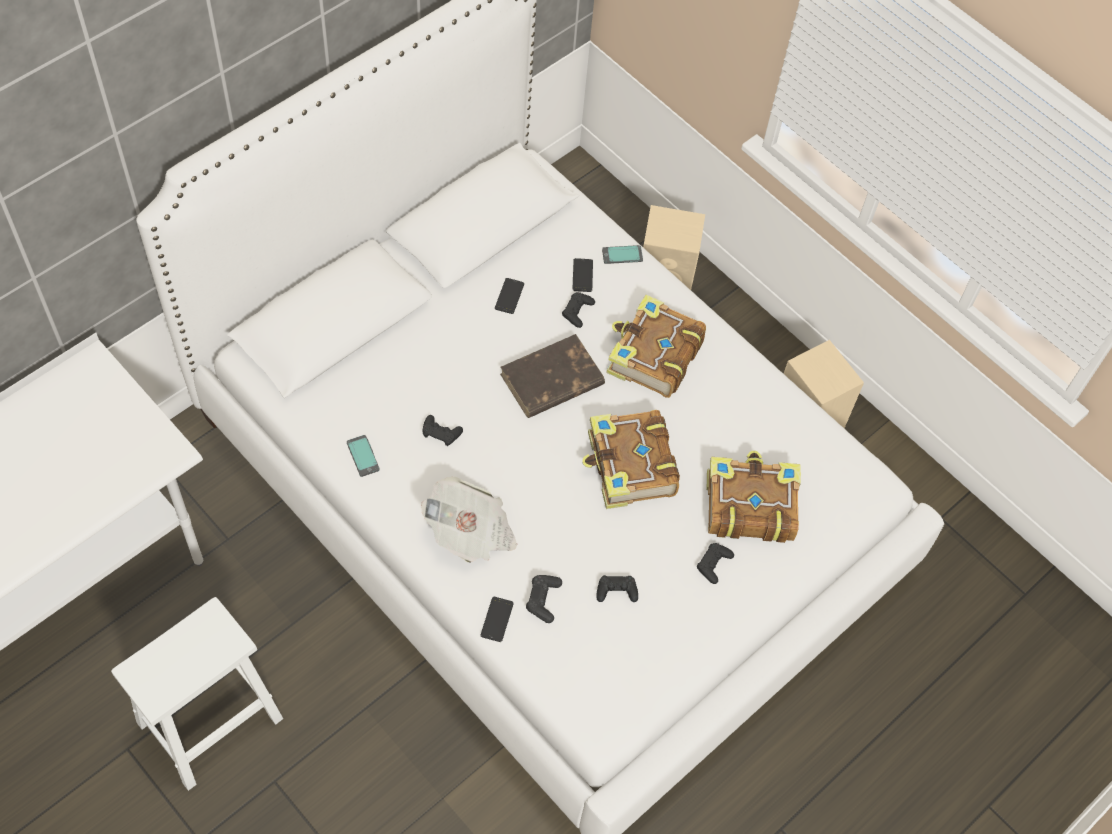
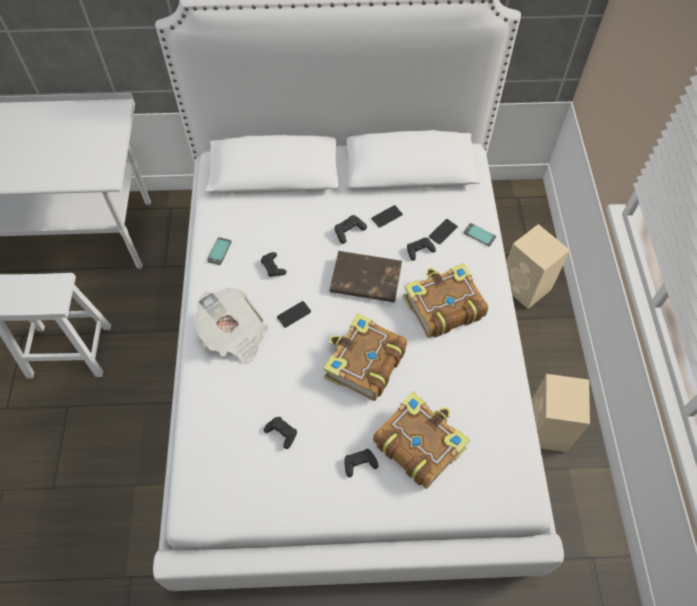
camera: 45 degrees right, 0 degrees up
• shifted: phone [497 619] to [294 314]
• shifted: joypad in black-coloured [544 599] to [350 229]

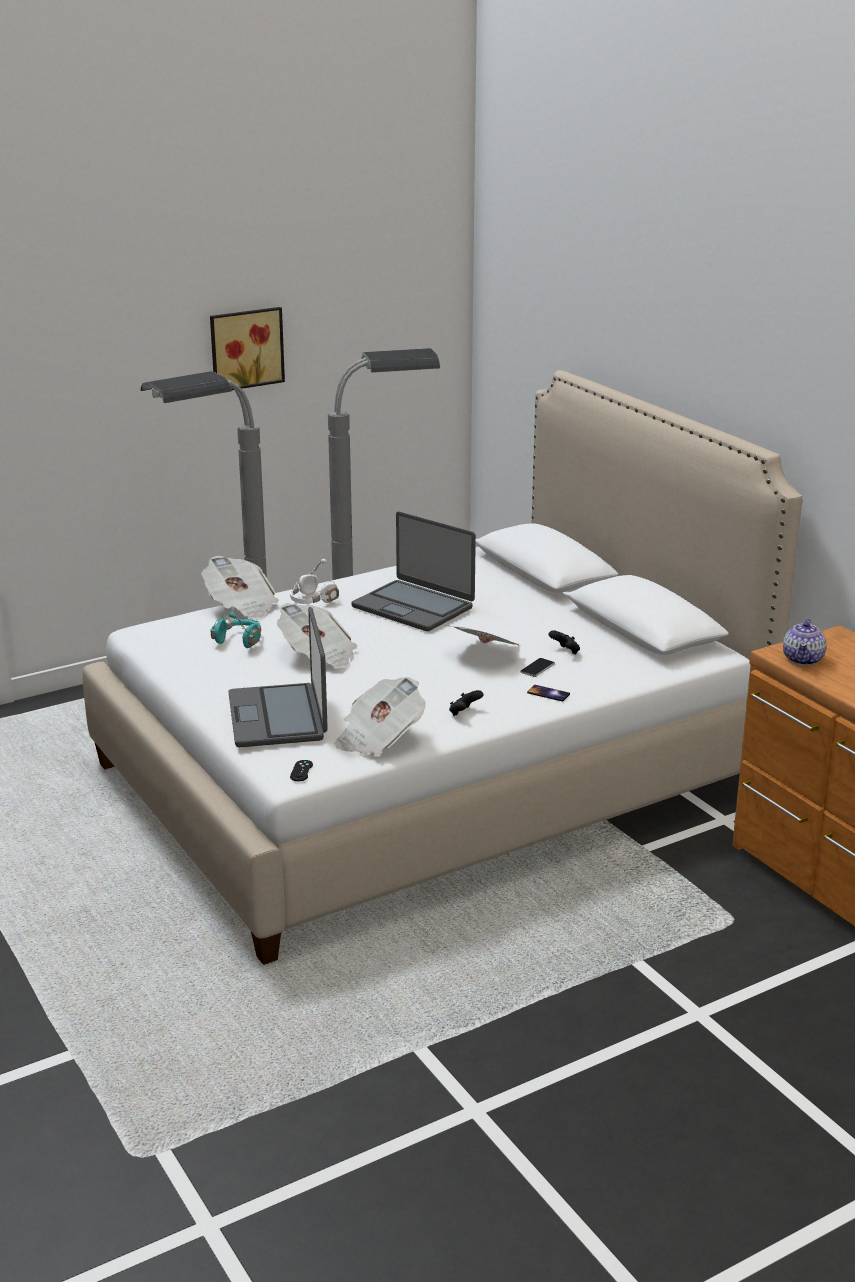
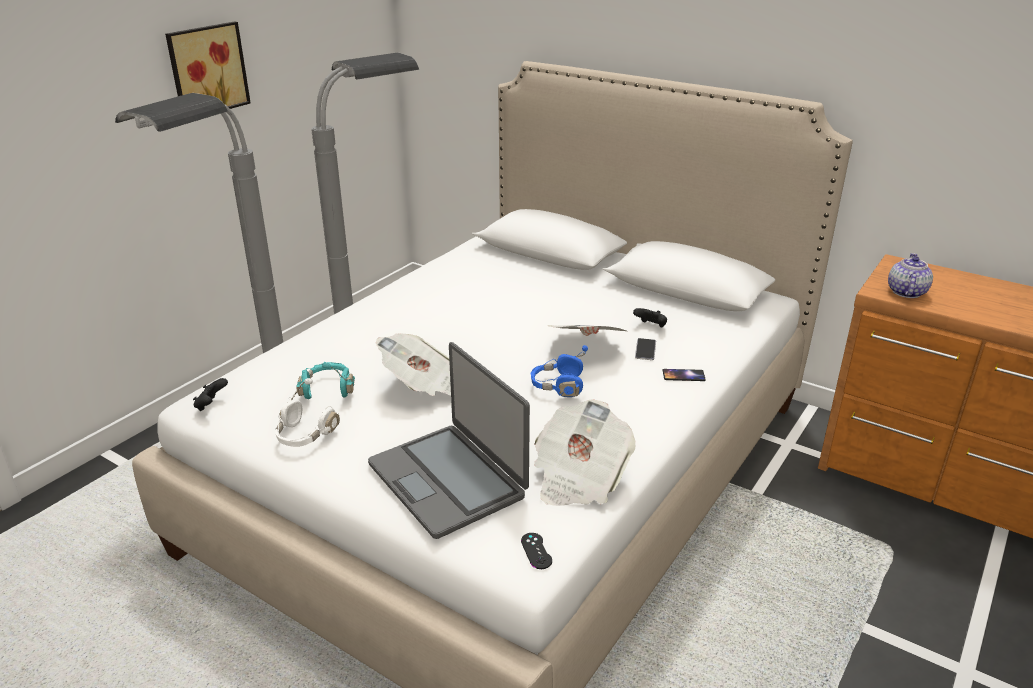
camera: 25 degrees left, 5 degrees up
• shifted: joypad in black-coloured [466 703] to [210 394]
• shifted: pair of headphones in white-coloured [314 581] to [307 412]
• new: pair of headphones in bluish [559 371]
• rotated: teapot [804 642] = [910 275] 150 degrees counterclockwise
• gone: newspaper [240 588]
• gone: notebook computer [413 572]

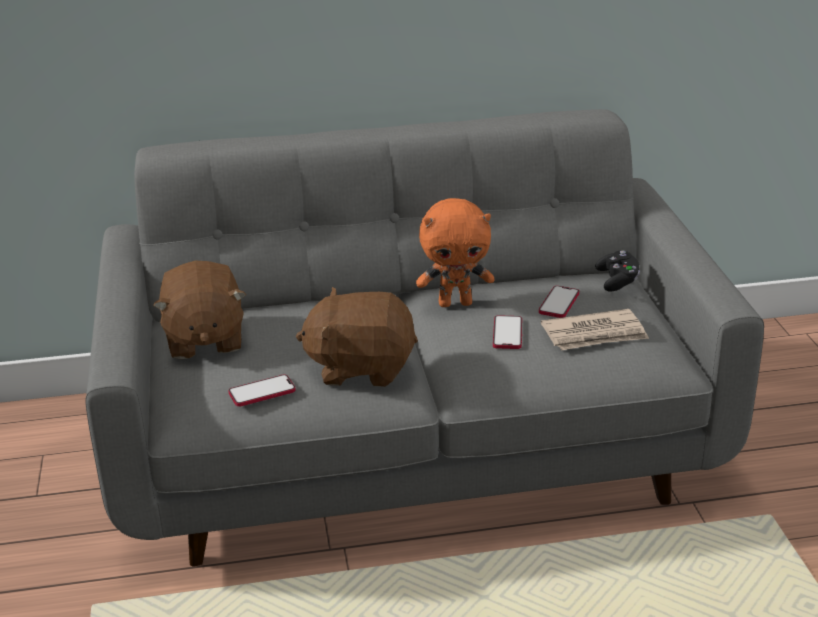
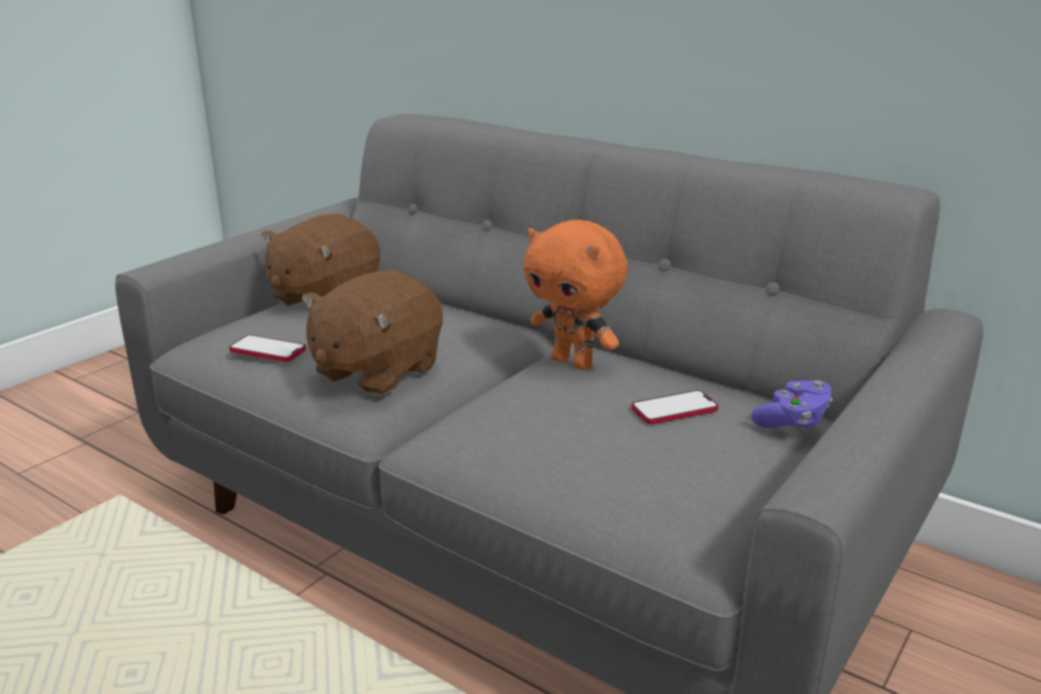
camera: 45 degrees right, 5 degrees down
• rotated: soft toy in brown [357 337] = [372 333] 105 degrees counterclockwise
• repainted: joypad in black-coloured [617 271] to joypad in purple [792 404]
• gone: phone [507 332]
• gone: newspaper [595 329]

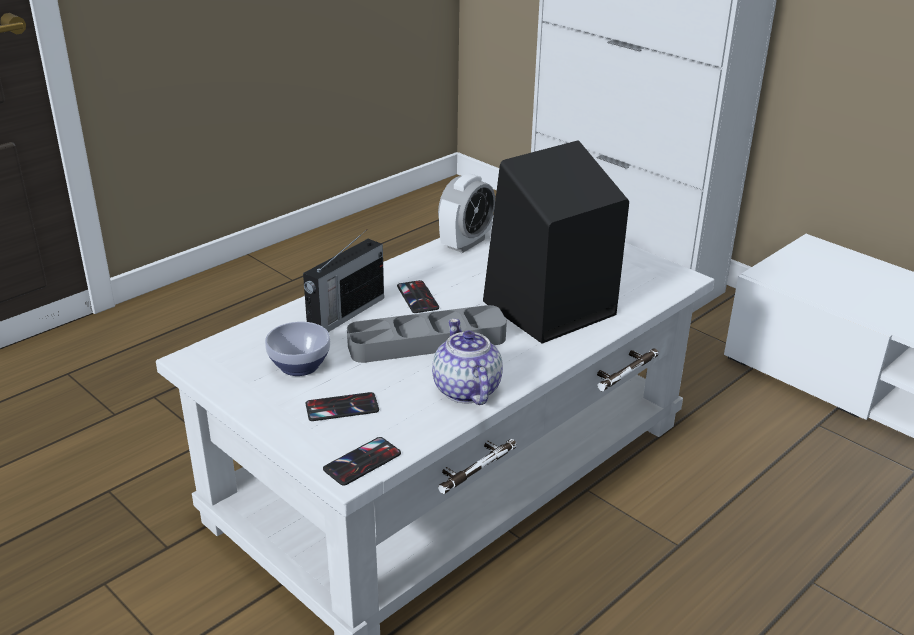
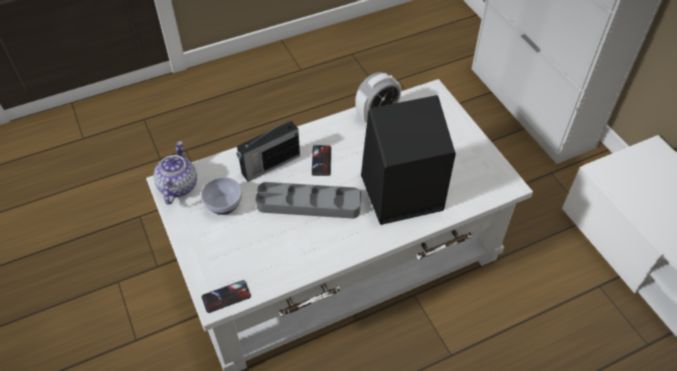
camera: 20 degrees right, 20 degrees up
• shifted: teapot [467 362] to [175 172]
• gone: phone [342 406]

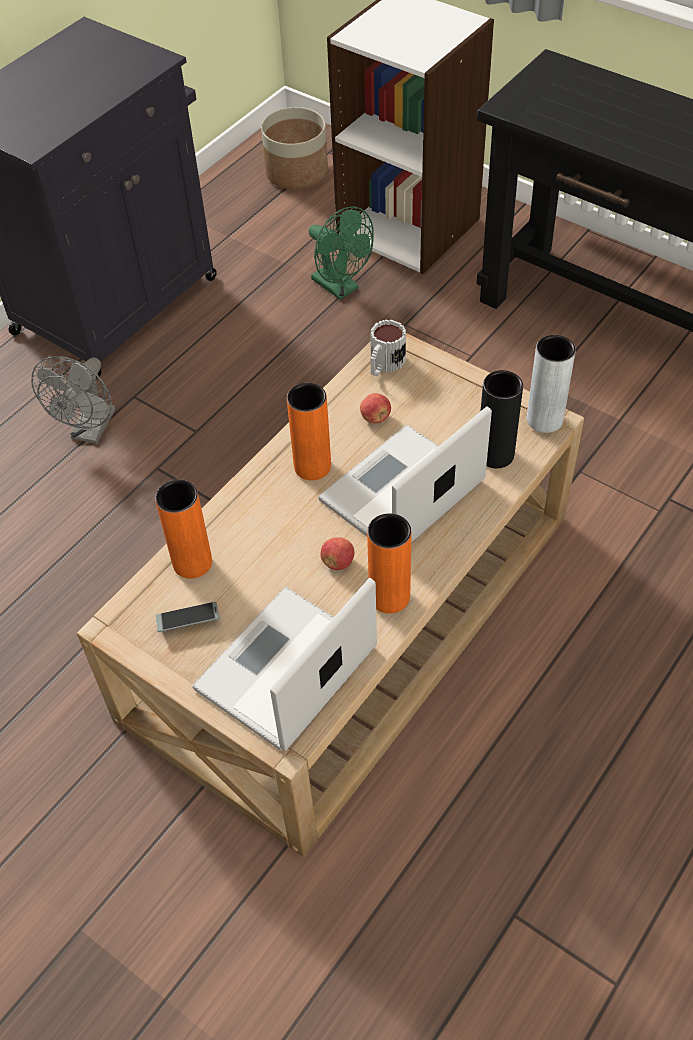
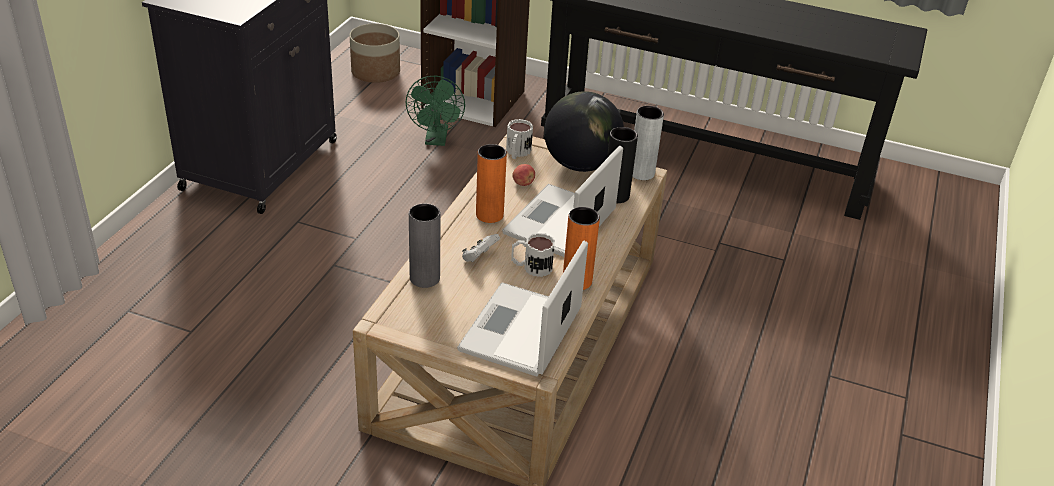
camera: 20 degrees left, 15 degrees down
• rotated: fan in greenish [341 253] = [435 111] 60 degrees clockwise
• repainted: flower vase in orange-coloured [183 529] to flower vase in grey [425 246]
• new: joypad in white-coloured [481 248]
• swapped: apple [337 554] to tea mug [533 255]
• new: desk globe [584 131]
• gone: fan in grey [73 400]
• gone: phone [188 617]

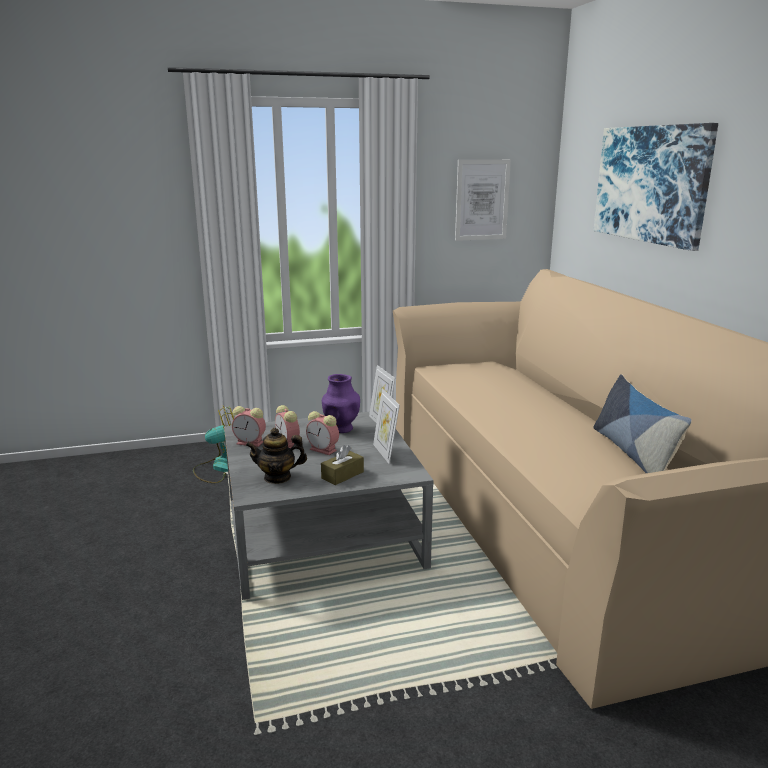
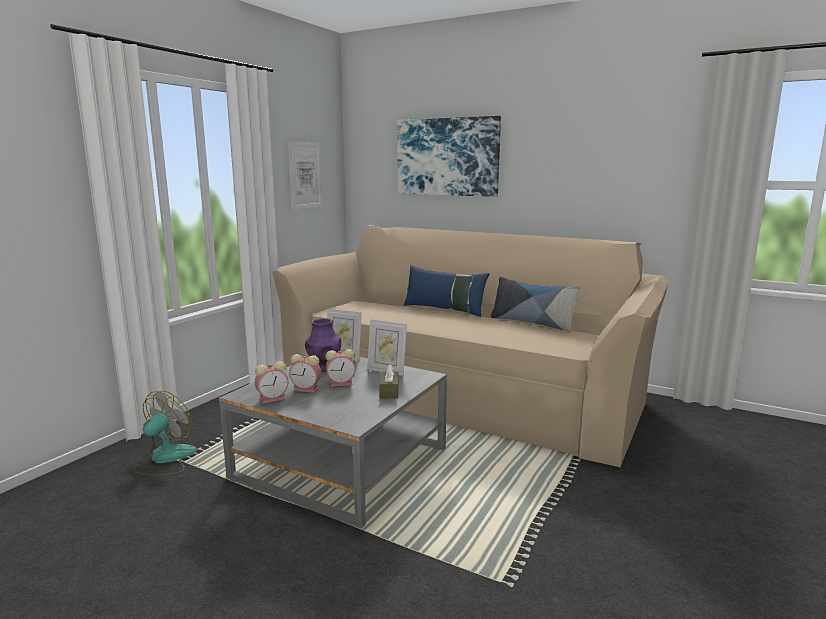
camera: 45 degrees left, 5 degrees down
• new: throw pillow in bluish [446 291]
• gone: teapot [276 456]

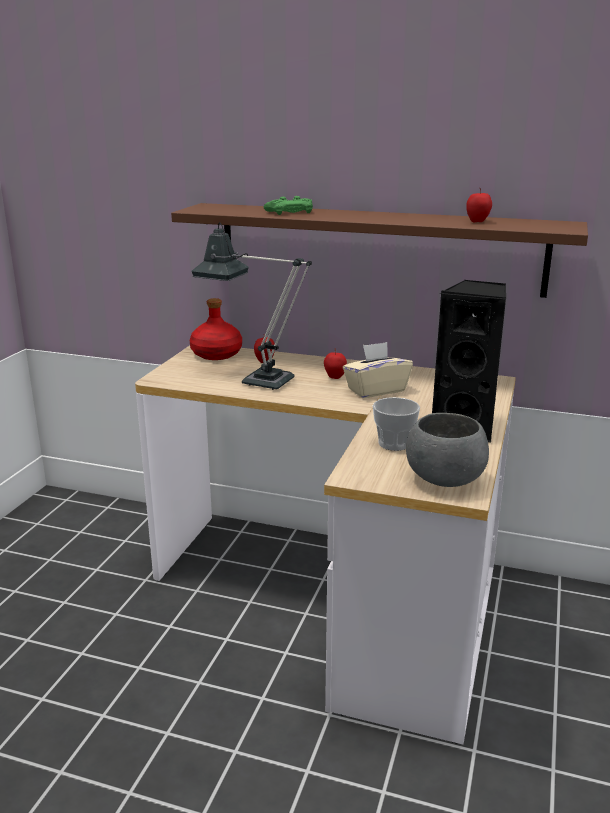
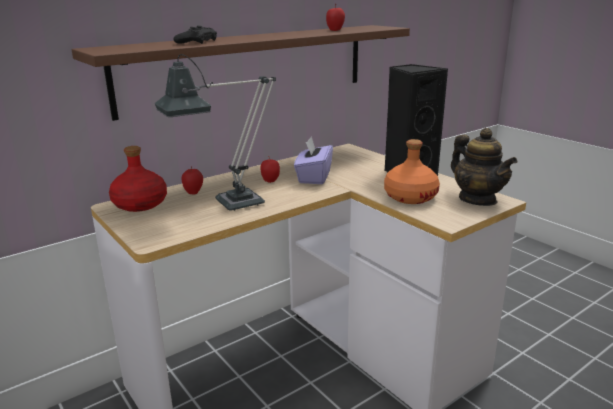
camera: 55 degrees left, 0 degrees up
• repainted: joypad in greenish [288 205] to joypad in black-coloured [195 35]
• repainted: box of tissues in beige [378 370] to box of tissues in purple [313 160]
• swapped: cup [396 424] to beverage bottle in orange-coloured [412 171]
• swapped: bowl in grey [447 450] to teapot [484 167]

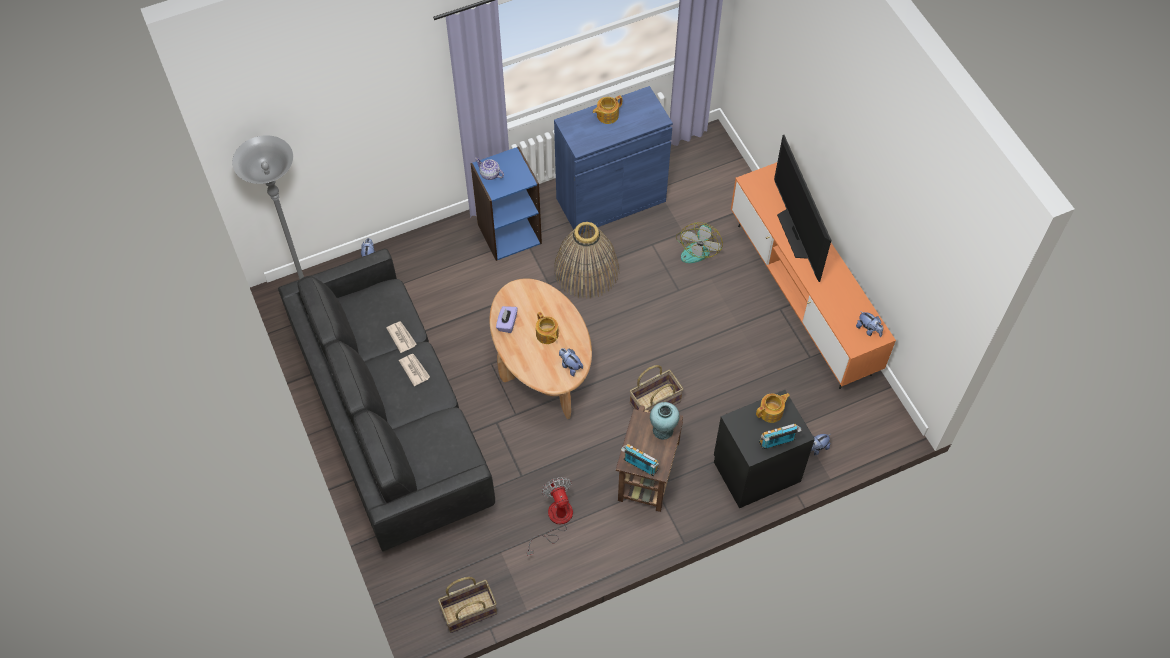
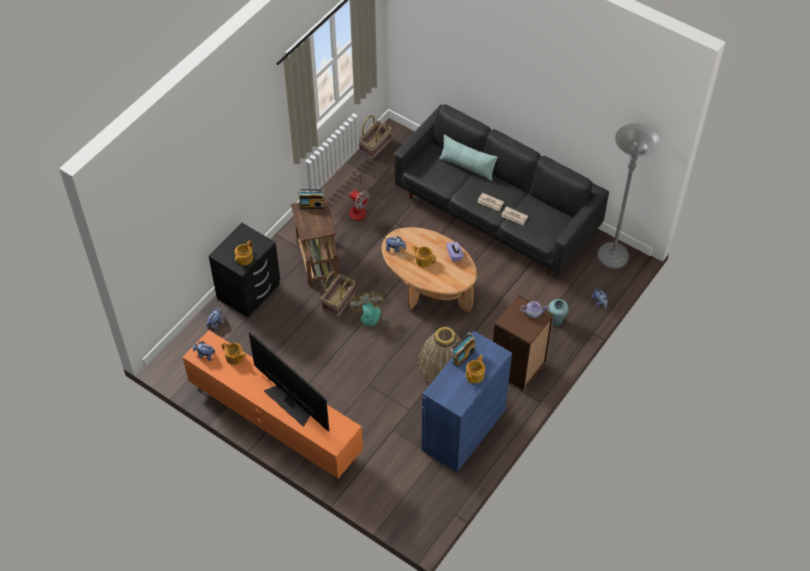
camera: 150 degrees right, 5 degrees down
• new: teapot [234 353]
• shifted: fan [699 242] to [371 314]
• new: throw pillow [468 157]
• shifted: radio [780 436] to [463 349]
• repainted: bookshelf in bluish [506 203] to bookshelf in brown [523 343]
• shifted: flower vase in turquoise-coloured [665 421] to [558 312]

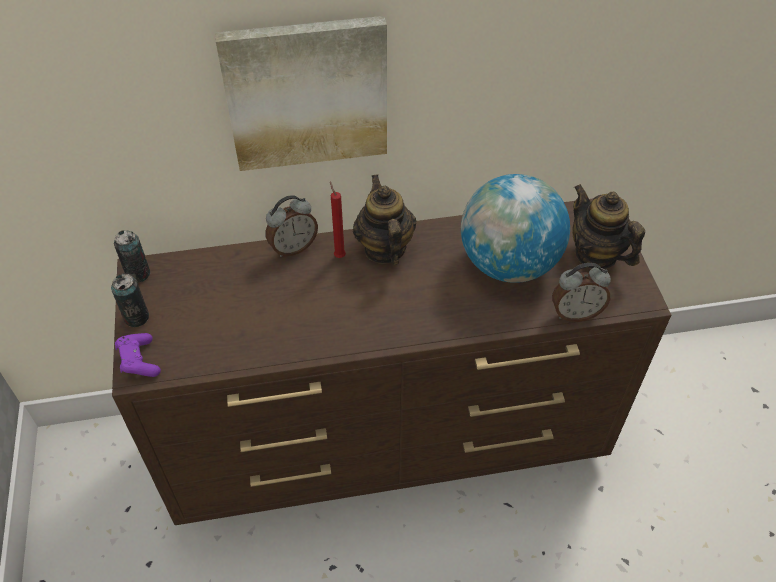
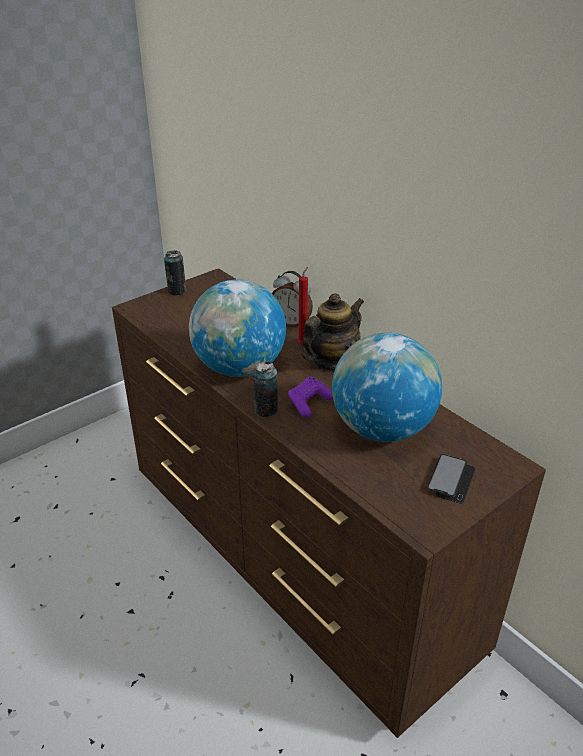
camera: 60 degrees right, 15 degrees down
• new: desk globe [237 328]
• shifted: can [132 256] to [265 389]
• shifted: joypad in purple [138 355] to [310 397]
• swapped: teapot [608 226] to phone [451 478]
• gone: picture [301 93]
• gone: alarm clock [581 292]

